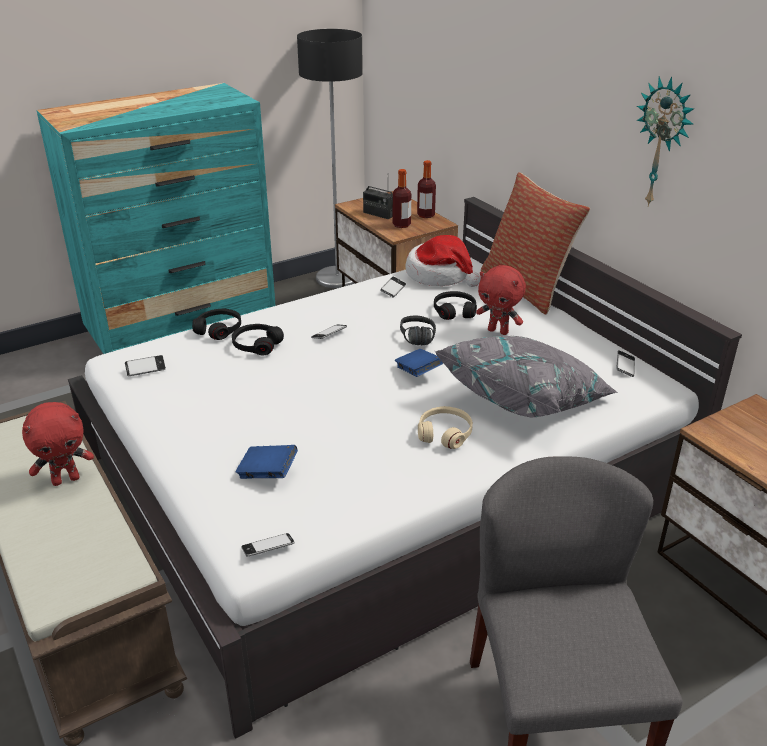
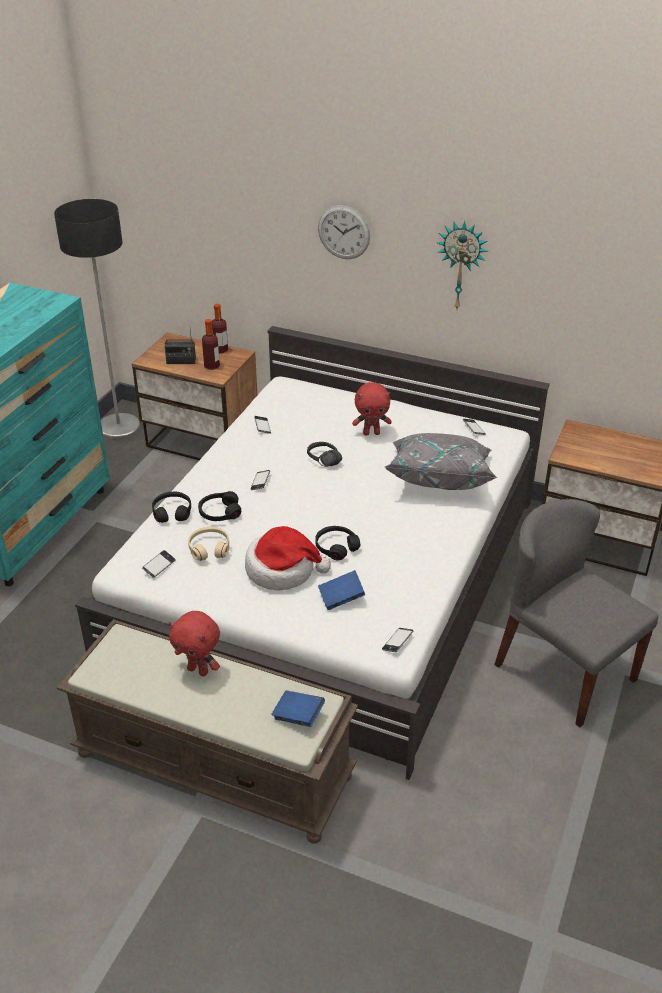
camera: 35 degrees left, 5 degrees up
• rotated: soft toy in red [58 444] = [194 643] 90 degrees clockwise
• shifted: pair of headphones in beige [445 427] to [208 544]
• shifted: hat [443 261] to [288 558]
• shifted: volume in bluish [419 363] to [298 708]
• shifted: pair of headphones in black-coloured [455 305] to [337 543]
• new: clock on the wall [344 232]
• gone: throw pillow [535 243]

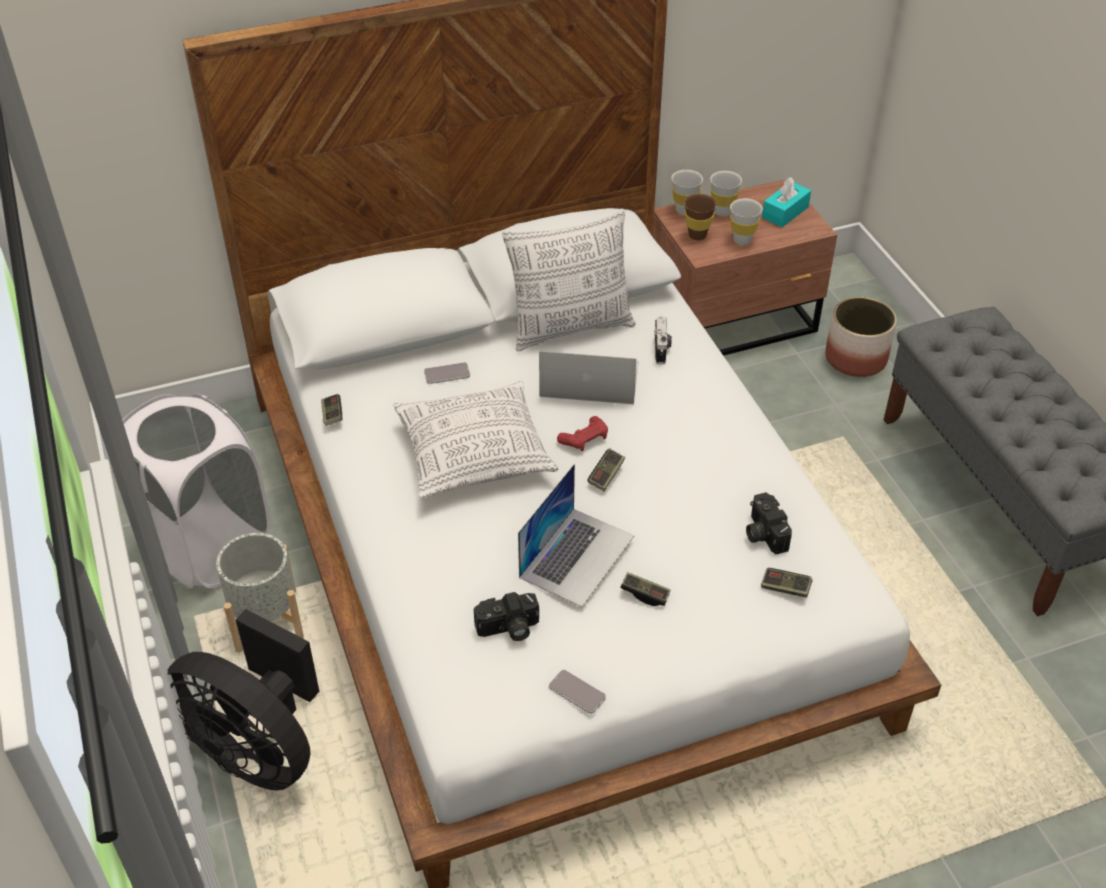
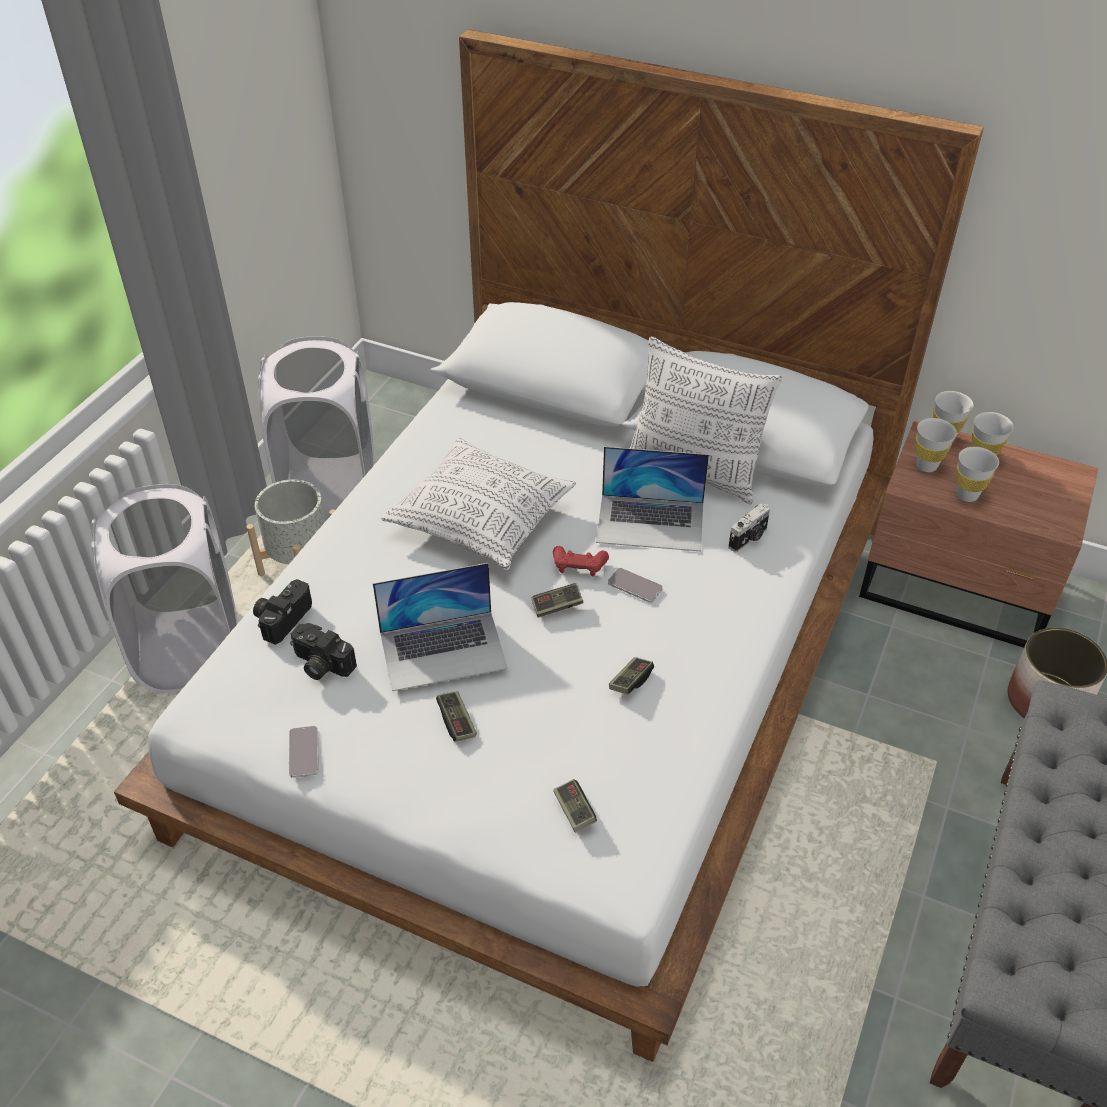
camera: 45 degrees right, 0 degrees up
• swapped: fan in black-coloured [243 700] to washing basket in white-coloured [164 588]
• shifted: still camera [769 523] to [282 612]
• rotated: notebook computer [588 377] = [652 499] 135 degrees clockwise
• shifted: phone [447 373] to [635 585]
• shifted: joypad [332 410] to [631 676]
• repainted: cup in brown [700 217] to cup in white-coloured [936 445]
• gone: box of tissues in turquoise-coloured [786 202]

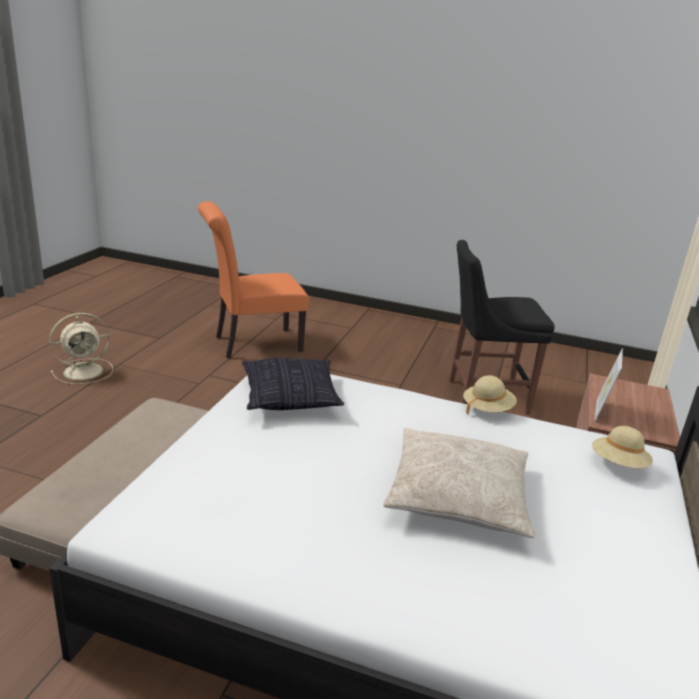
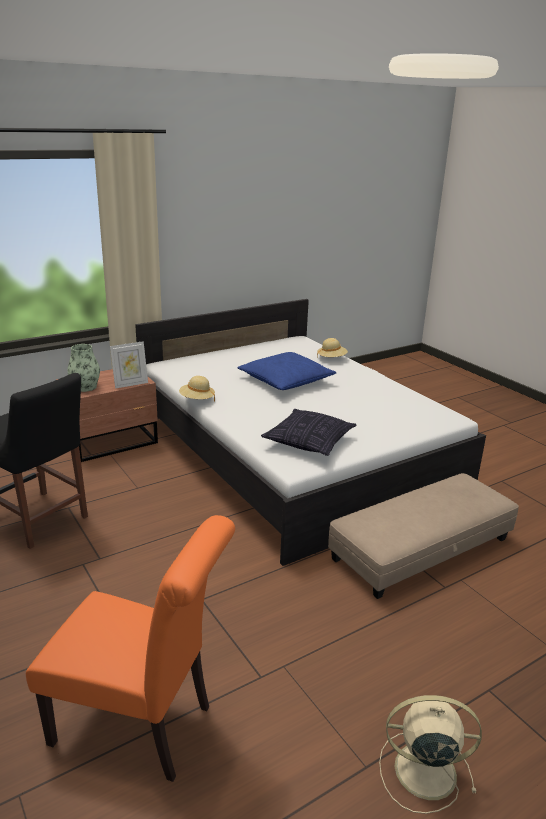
camera: 140 degrees left, 0 degrees up
• new: flower vase [83 368]
• repainted: throw pillow in beige [459 483] to throw pillow in bluish [287 371]
• shifted: hat in beige [622 447] to [332 347]

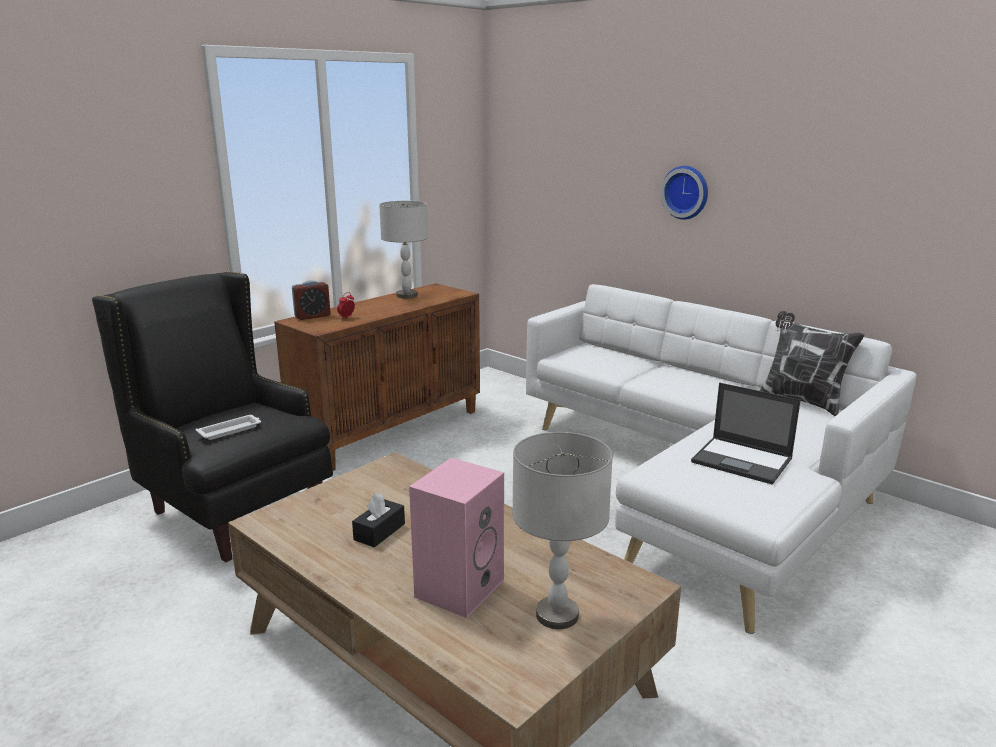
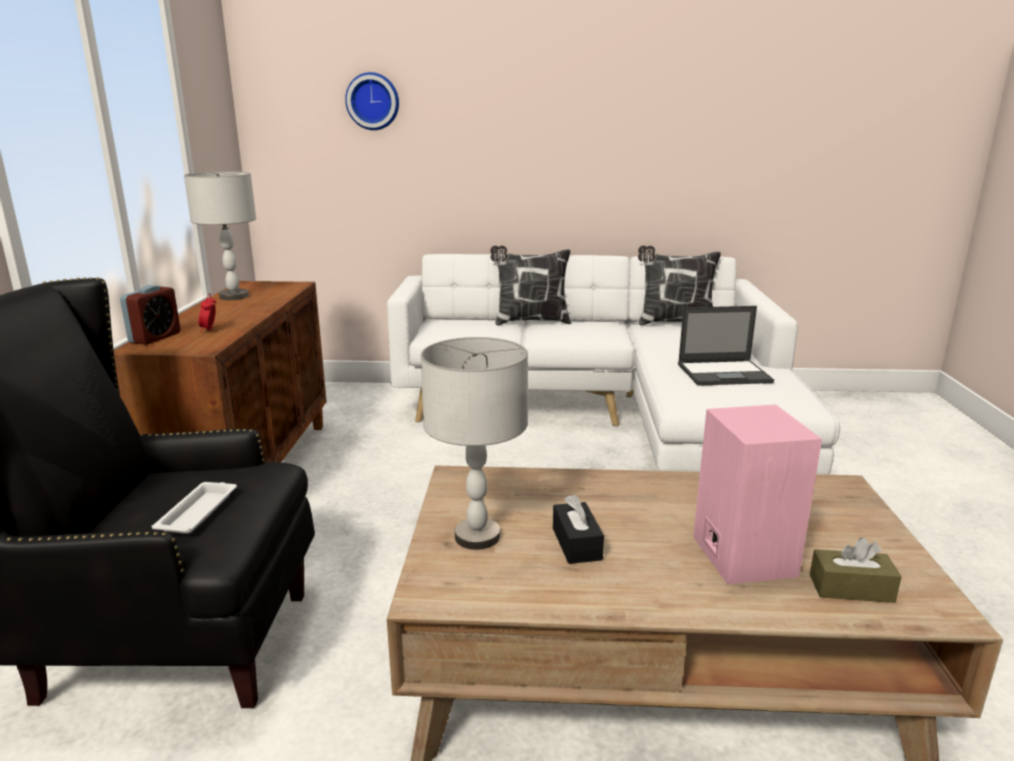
camera: 40 degrees left, 0 degrees up
• shifted: clock on the wall [684 193] to [372 101]
• shifted: tabletop lamp in grey [562 530] to [474 443]
• new: throw pillow [530 285]
• new: box of tissues in brown [856 570]

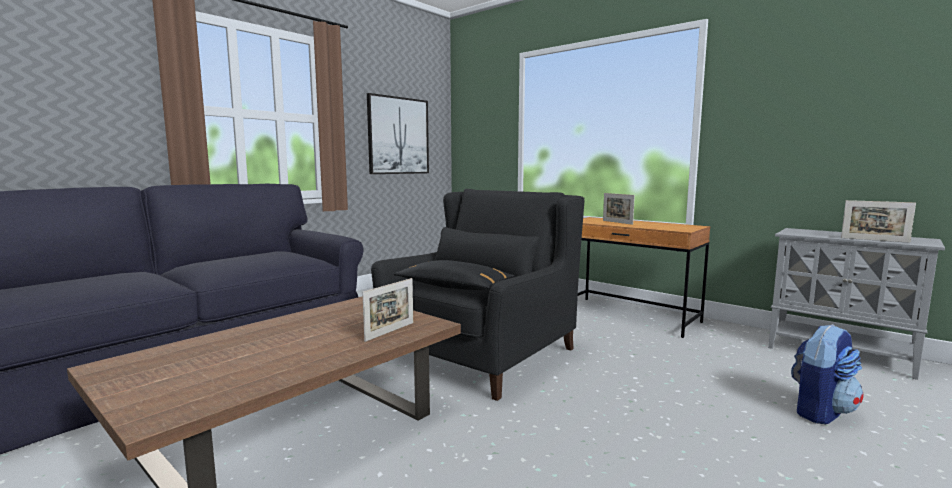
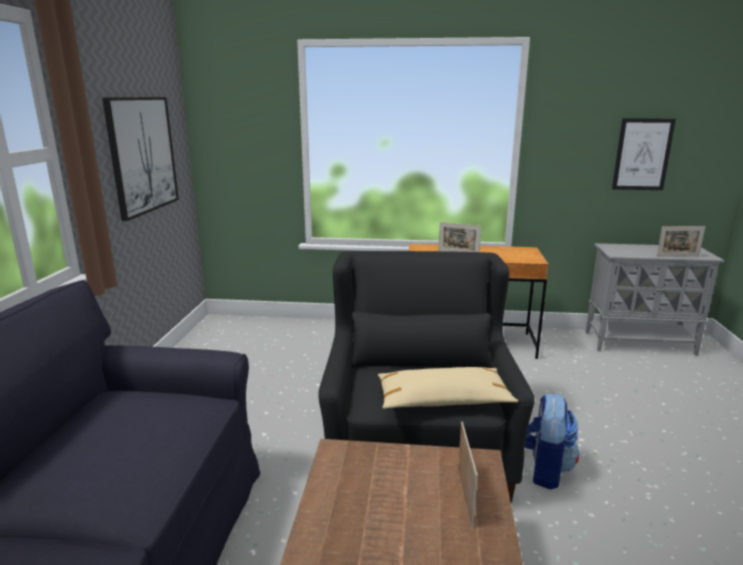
camera: 35 degrees left, 10 degrees up
• repainted: throw pillow in black-coloured [453 275] to throw pillow in beige [448 388]
• shifted: backpack [827 374] to [552 441]
• new: picture [644 154]

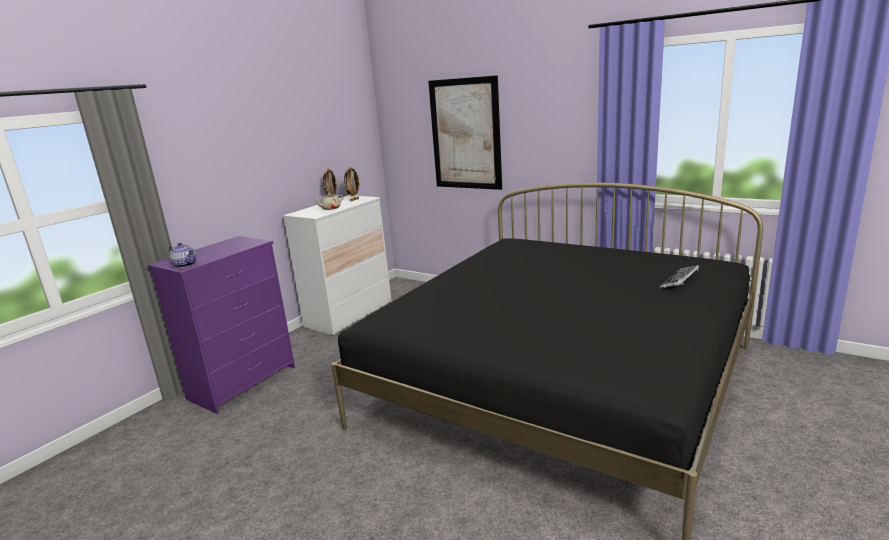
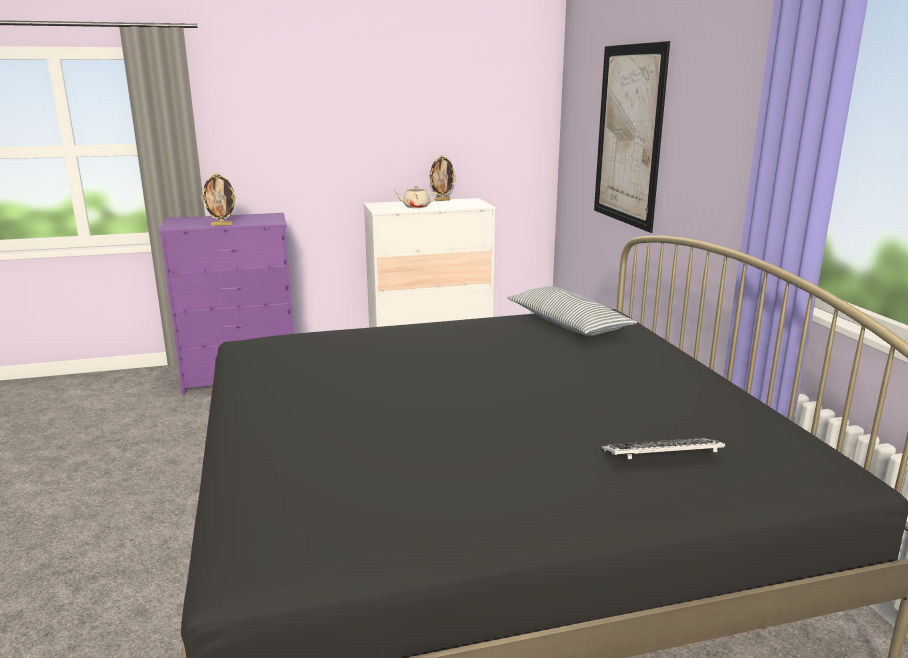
camera: 40 degrees right, 0 degrees up
• shifted: picture frame [352 184] to [219 199]
• new: throw pillow [572 311]
• gone: teapot [183 255]

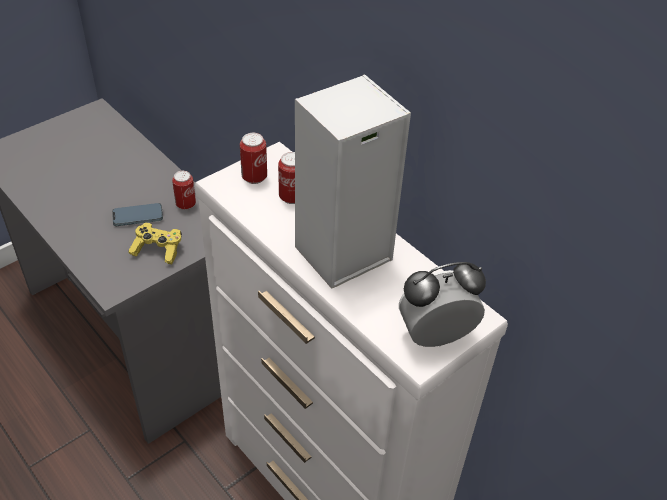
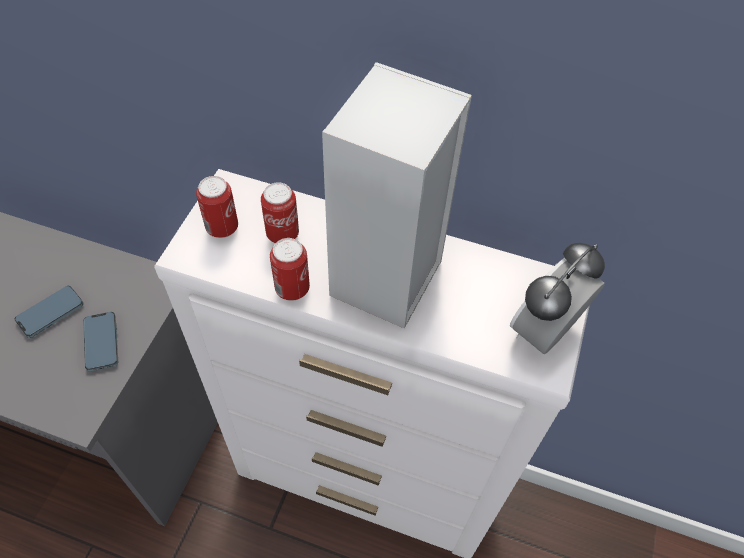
camera: 30 degrees left, 10 degrees up
• swapped: joypad in yellow-coloured [155 243] to phone [100 341]
• shifted: can [184 190] to [290 269]

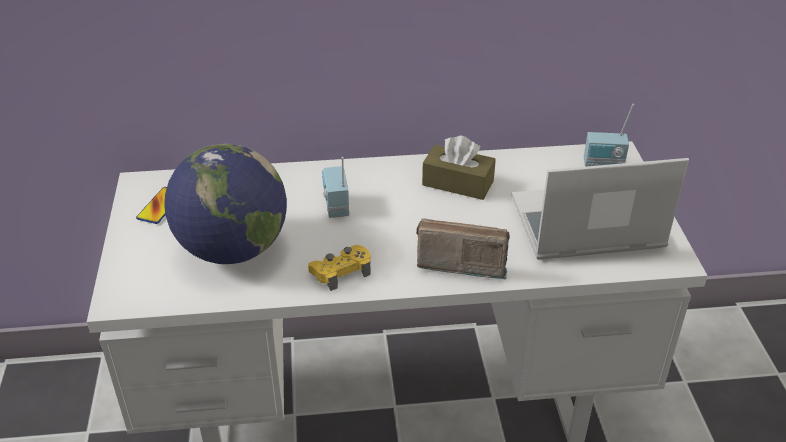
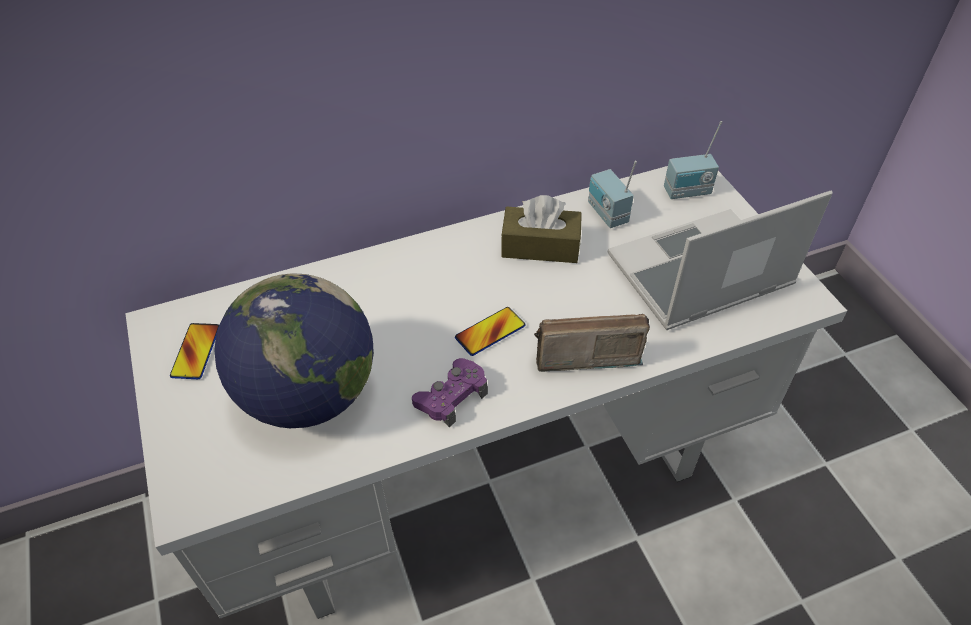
camera: 15 degrees left, 10 degrees up
• repainted: joypad in yellow-coloured [339 268] to joypad in purple [450 392]
• new: phone [490 331]
• shifted: radio [335 187] to [612 194]

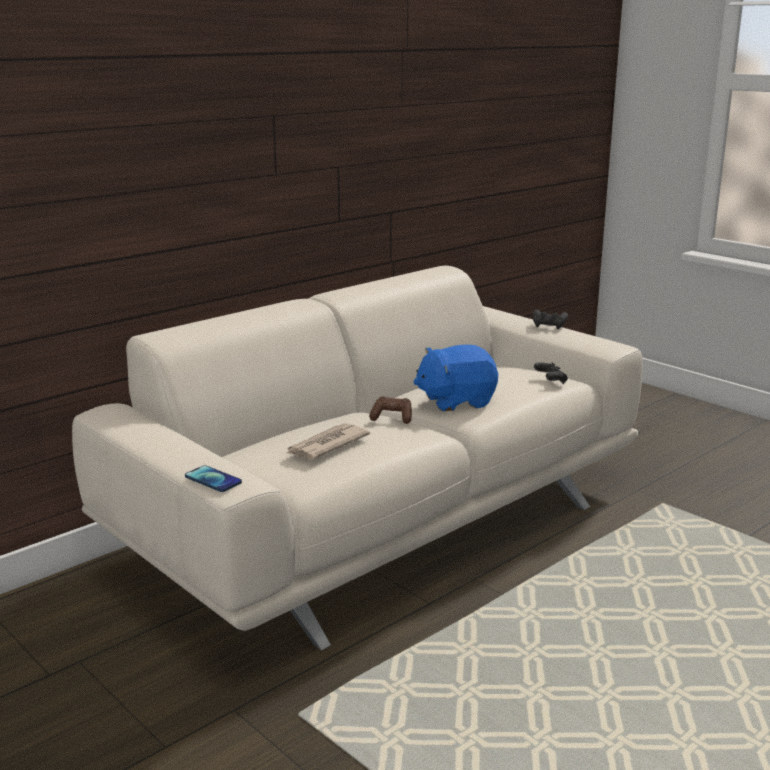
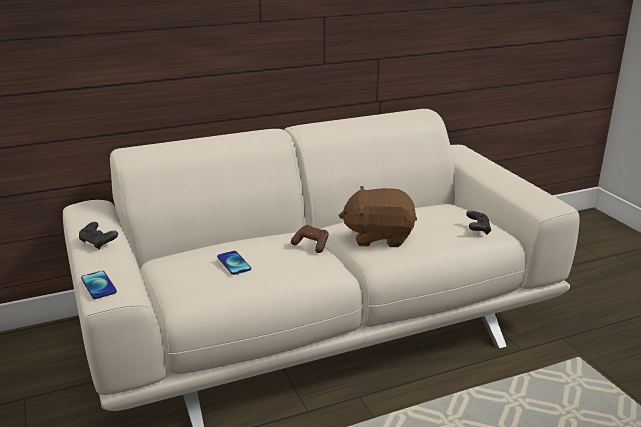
camera: 20 degrees right, 5 degrees up
• shifted: joypad in black-coloured [550 319] to [98 236]
• swapped: newspaper [328 441] to phone [234 263]
• repainted: soft toy in bluish [455 378] to soft toy in brown [378 216]

